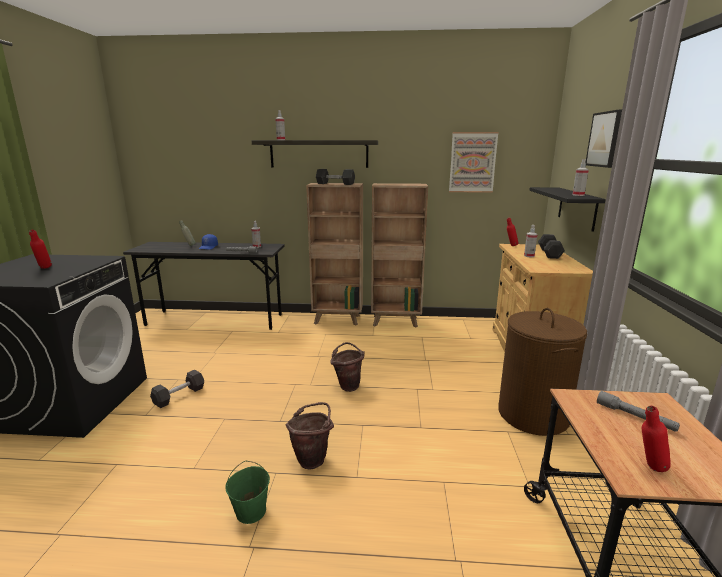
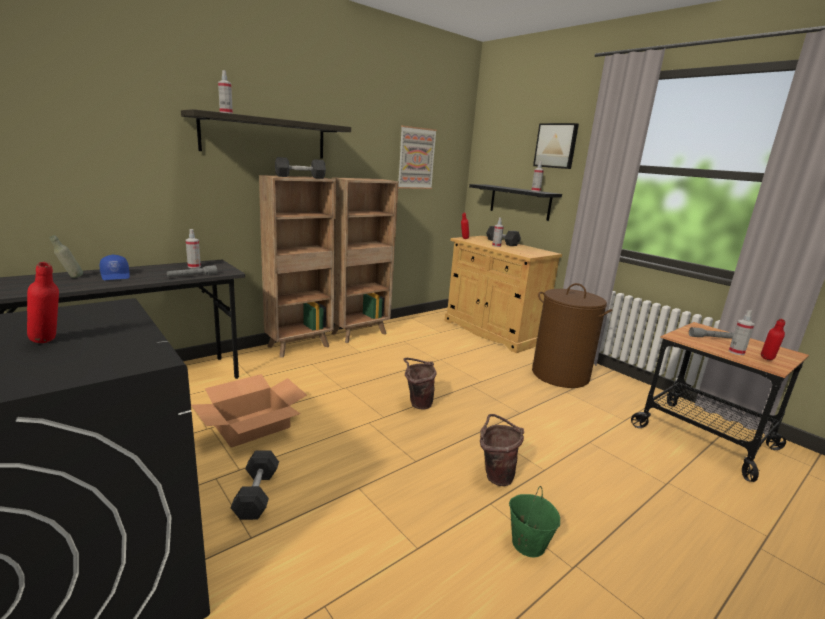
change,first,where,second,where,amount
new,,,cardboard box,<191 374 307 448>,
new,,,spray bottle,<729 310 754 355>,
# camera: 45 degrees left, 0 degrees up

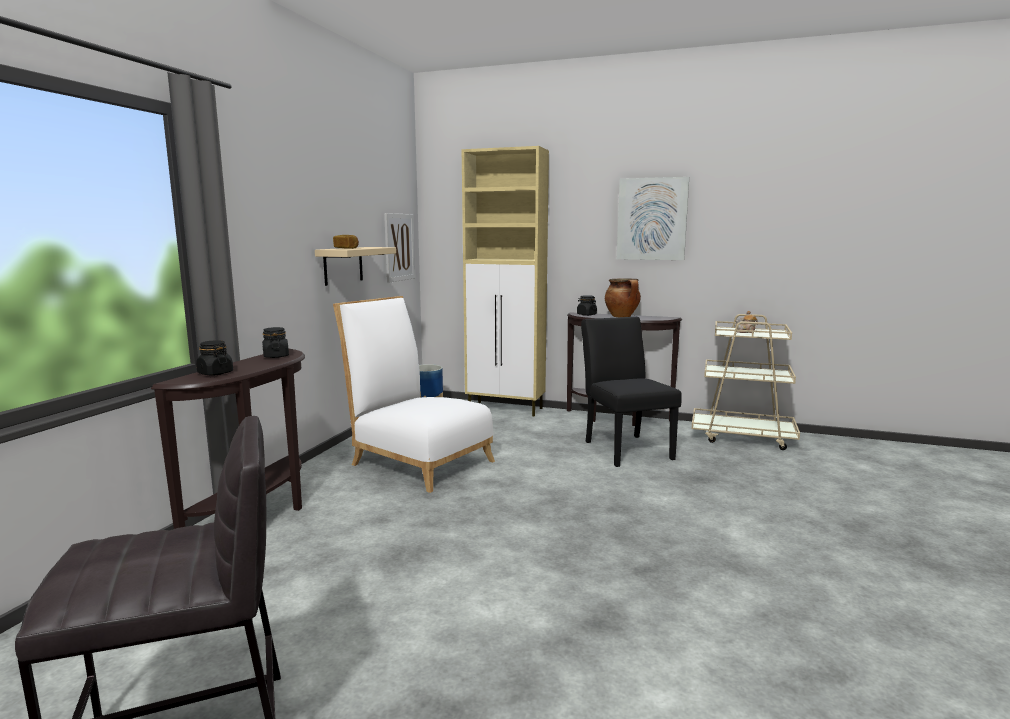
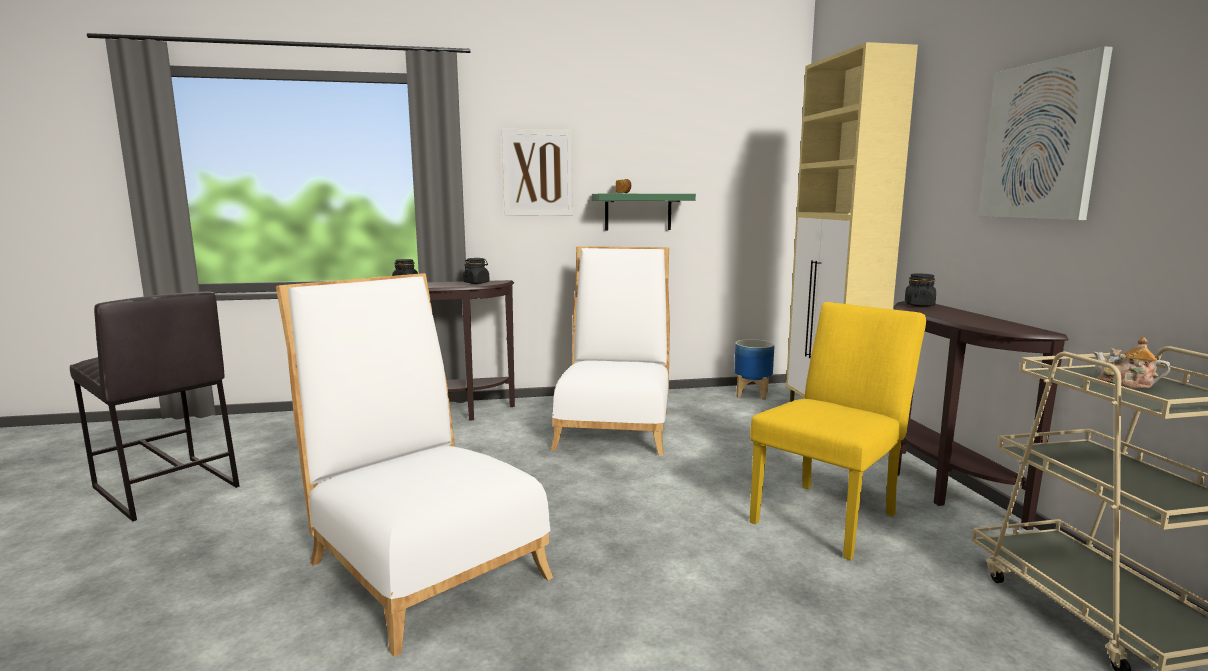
change,first,where,second,where,amount
new,,,white chair,<276 273 553 657>,
shifted,picture,<384 213 415 283>,,<502 129 573 216>,
repainted,beige shelf,<315 247 396 286>,green shelf,<592 194 696 231>,
repainted,black chair,<581 317 682 467>,yellow chair,<750 302 926 560>,
gone,cooking pot,<605 278 641 317>,,,
# camera: 60 degrees right, 0 degrees up

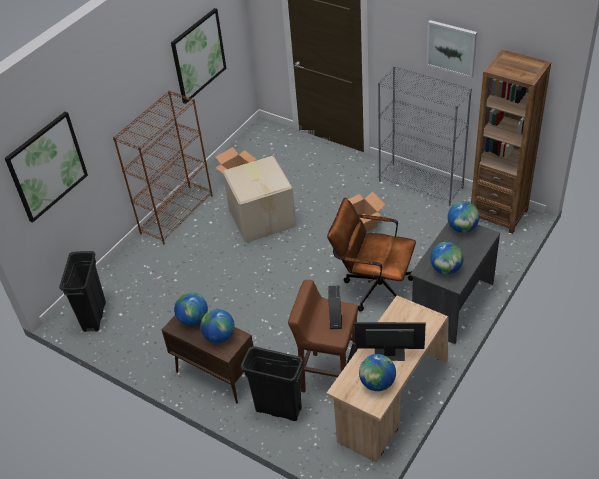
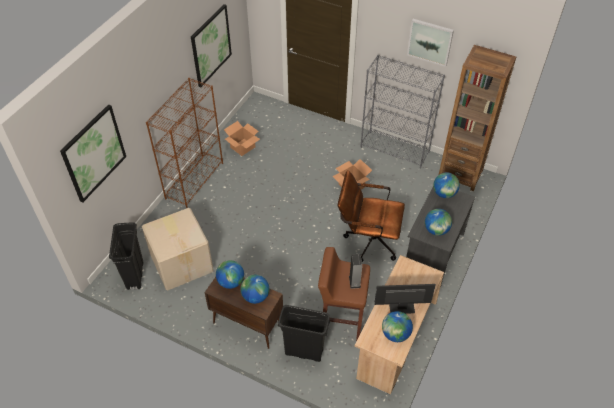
change,first,where,second,where,amount
shifted,cardboard box,<222 156 296 243>,,<142 208 214 290>,
# camera: 10 degrees left, 5 degrees up

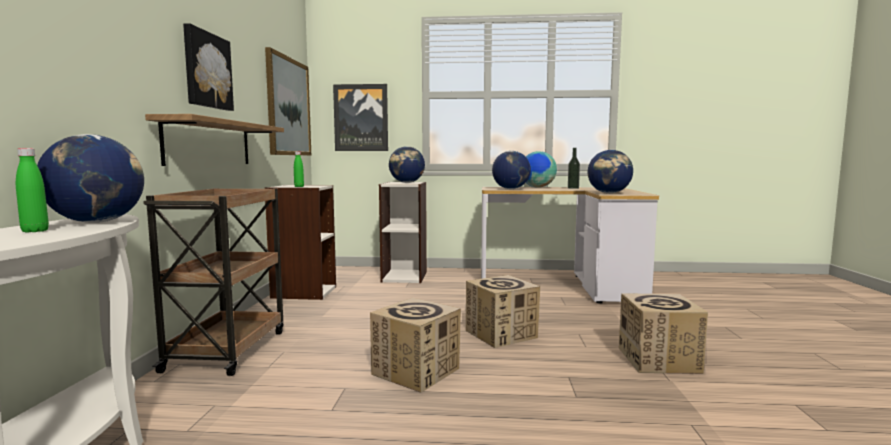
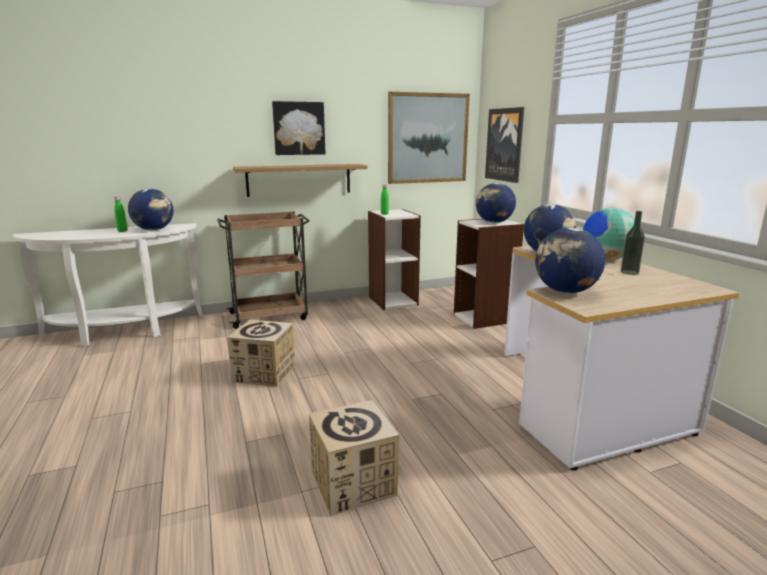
change,first,where,second,where,amount
gone,cardboard box,<466 275 540 348>,,,
# camera: 65 degrees right, 10 degrees up

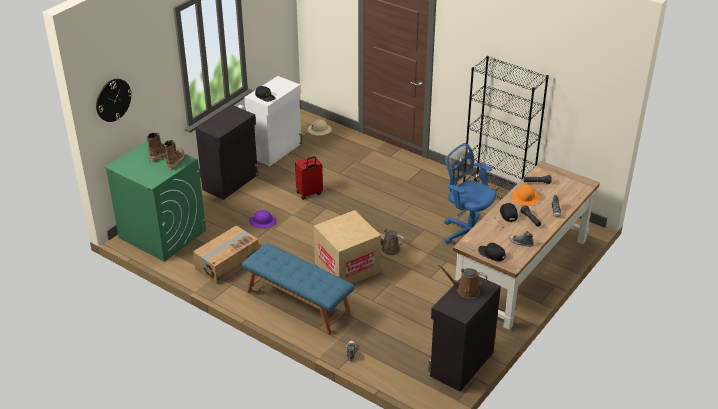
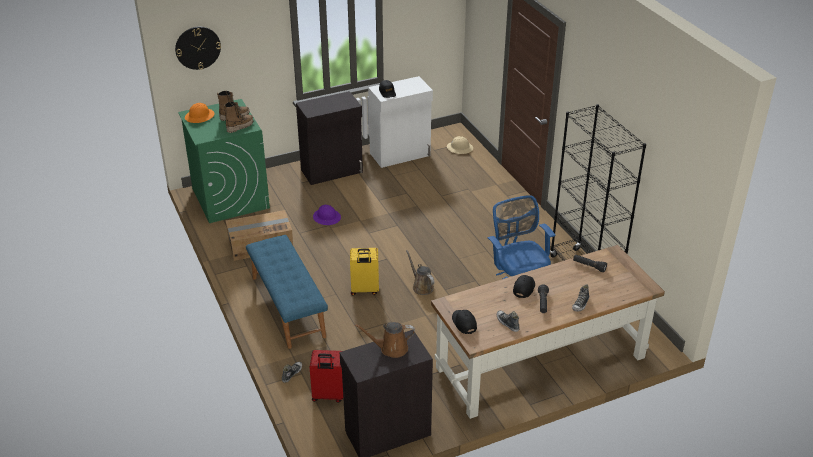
change,first,where,second,where,amount
shifted,orange hard hat,<512 184 540 206>,,<185 103 214 123>,
shifted,red suitcase,<295 156 323 200>,,<310 350 343 403>,
swapped,cardboard box,<314 210 381 284>,yellow suitcase,<350 248 379 295>,
rotated,brown watering can,<437 264 487 298>,,<354 322 415 358>,45 degrees counterclockwise
# camera: 30 degrees right, 0 degrees up

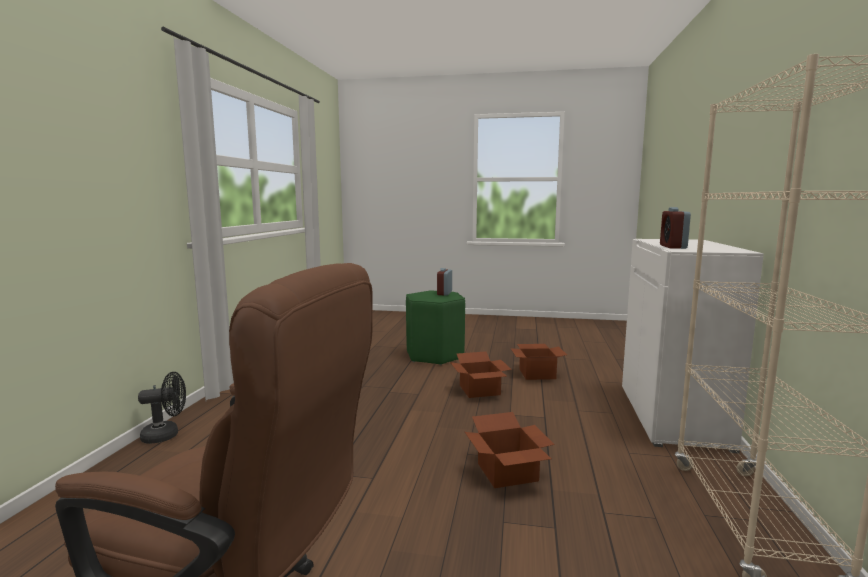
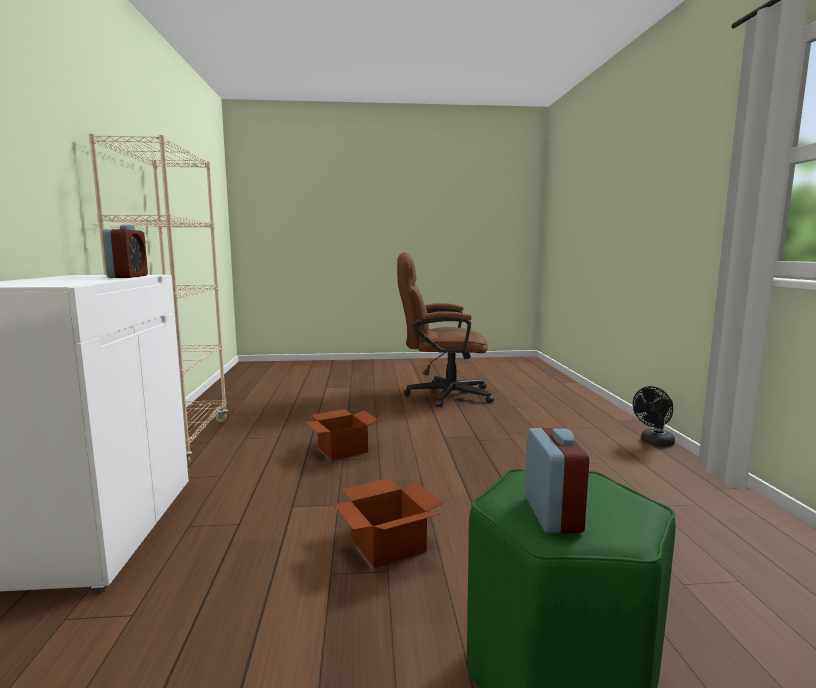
change,first,where,second,where,amount
gone,cardboard box,<510 344 567 380>,,,
# camera: 165 degrees right, 0 degrees up

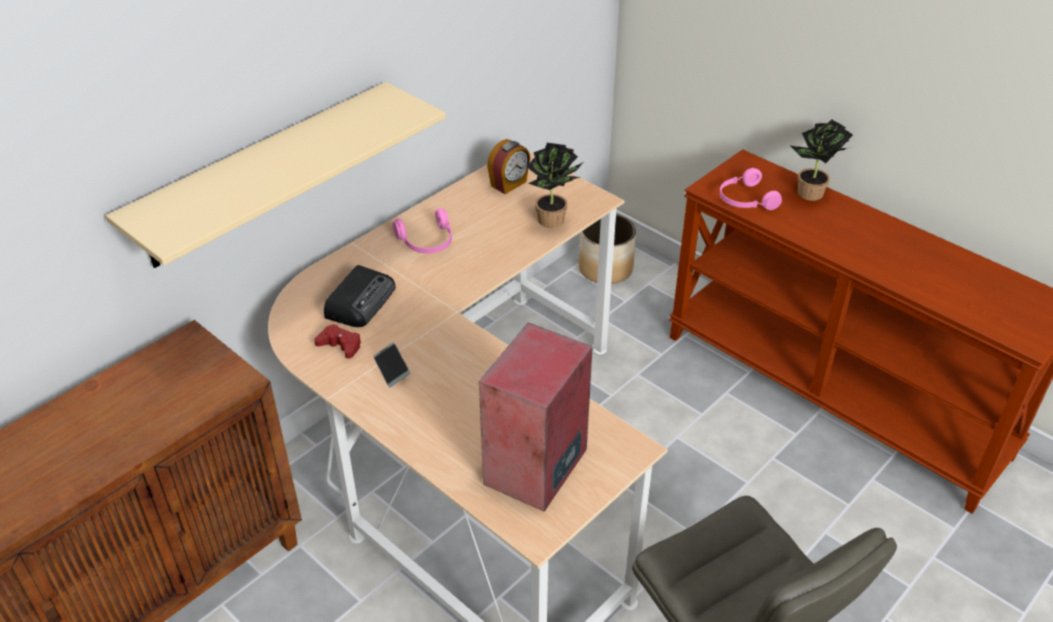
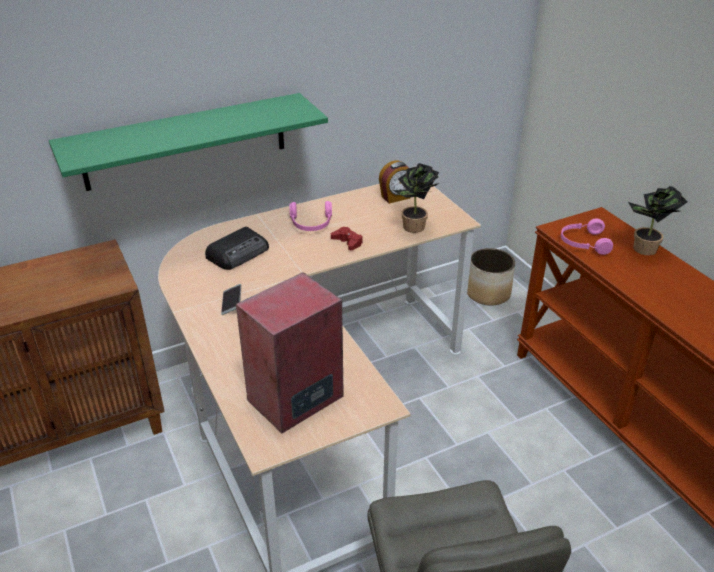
change,first,where,second,where,amount
repainted,beige shelf,<105 82 446 268>,green shelf,<49 93 328 191>,
shifted,red game controller,<314 324 361 359>,,<331 227 363 250>,
# camera: 20 degrees right, 5 degrees down

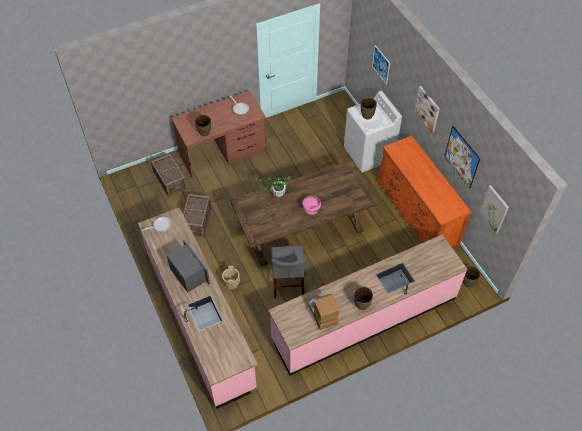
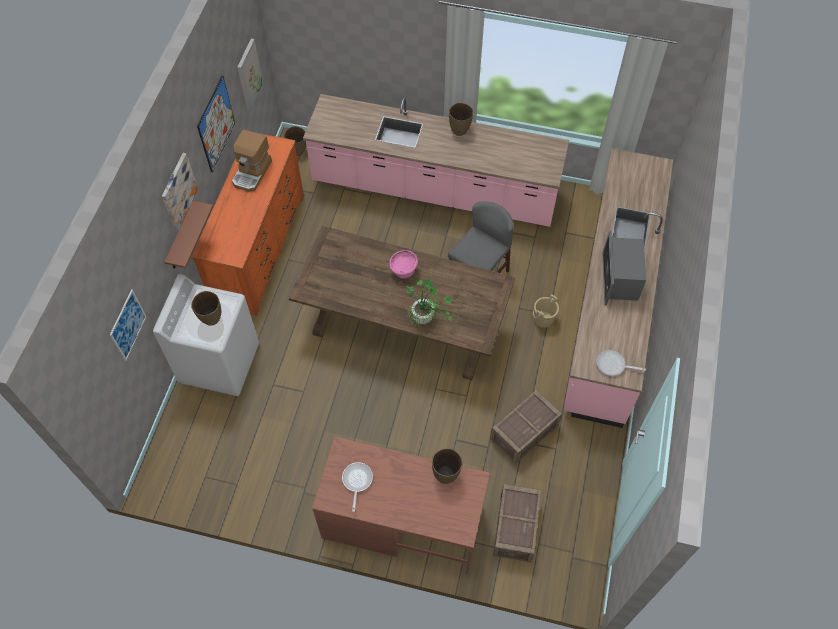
change,first,where,second,where,amount
new,,,brown shelf,<164 201 213 269>,
shifted,coffee machine,<309 293 339 330>,,<232 129 272 192>,
# camera: 140 degrees left, 5 degrees up

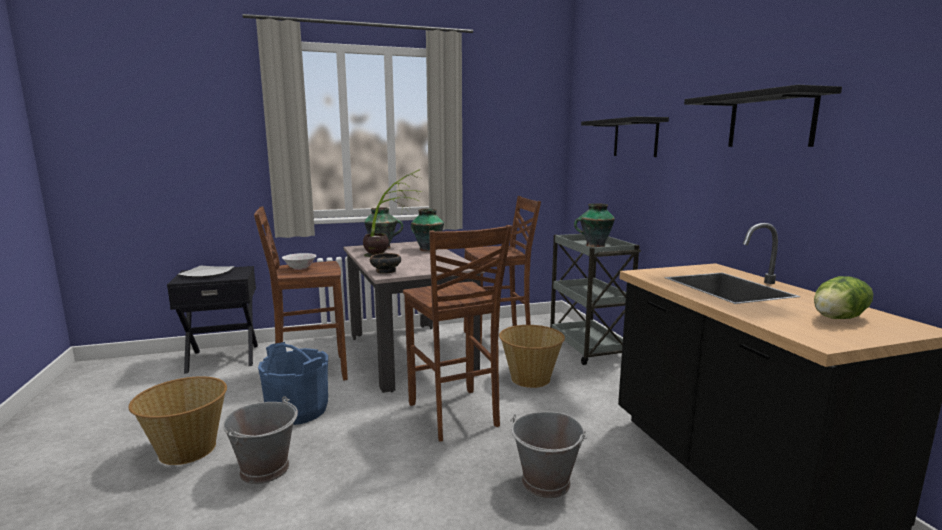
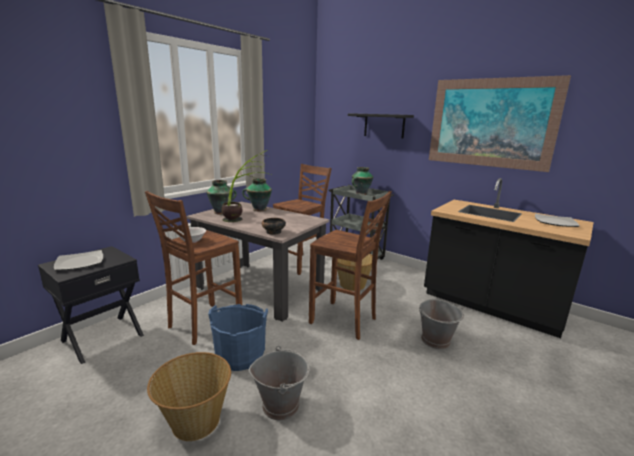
change,first,where,second,where,amount
swapped,black shelf,<684 85 842 147>,picture,<429 75 571 172>,
swapped,lettuce,<814 276 873 319>,plate,<535 213 580 227>,
# camera: 35 degrees left, 5 degrees up

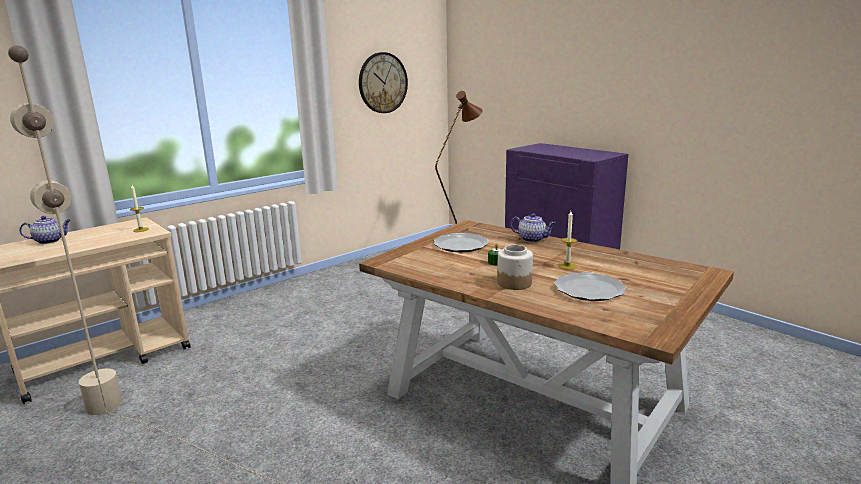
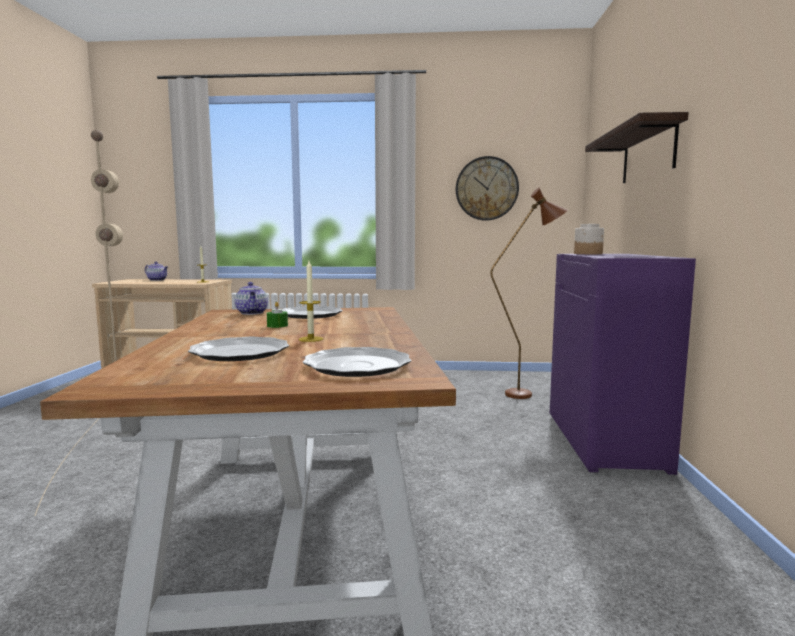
change,first,where,second,where,amount
shifted,teapot,<510 213 556 242>,,<235 282 268 315>,
new,,,plate,<302 347 412 377>,
shifted,jar,<497 245 533 290>,,<574 224 604 254>,
new,,,shelf,<585 112 689 183>,
# camera: 45 degrees right, 10 degrees down

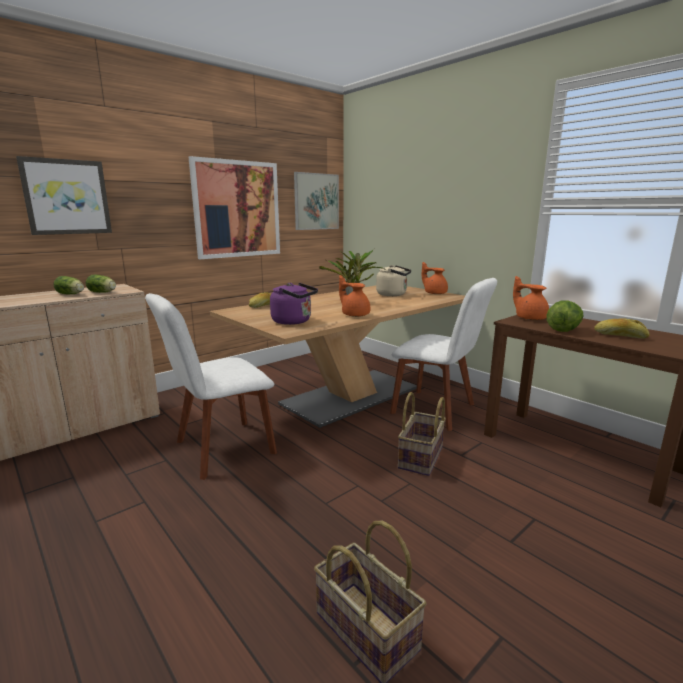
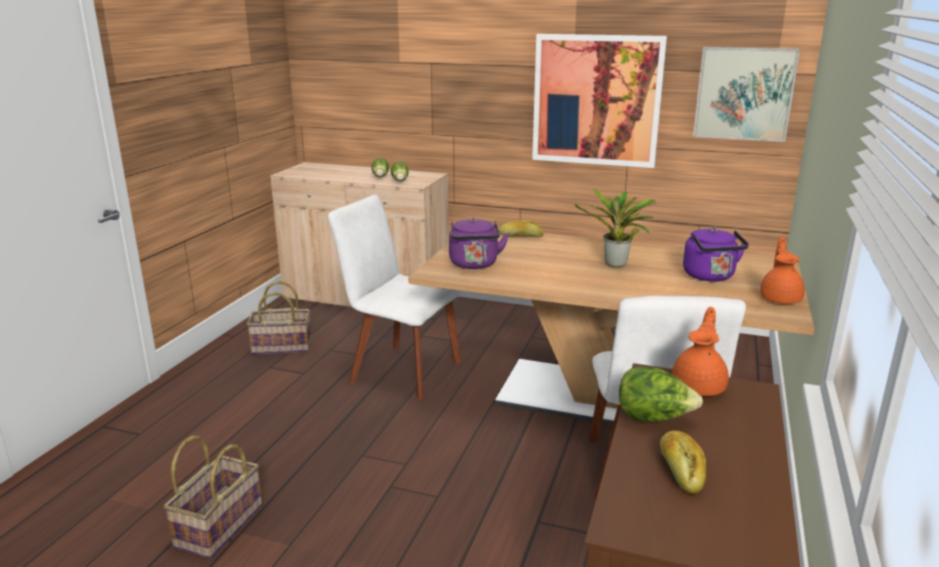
change,first,where,second,where,amount
shifted,basket,<398 392 446 476>,,<247 281 312 354>,
repainted,beige kettle,<376 265 411 296>,purple kettle,<683 228 749 281>,
gone,picture,<16 156 112 235>,,,
gone,orange teapot,<339 275 370 317>,,,
# camera: 60 degrees right, 5 degrees up

